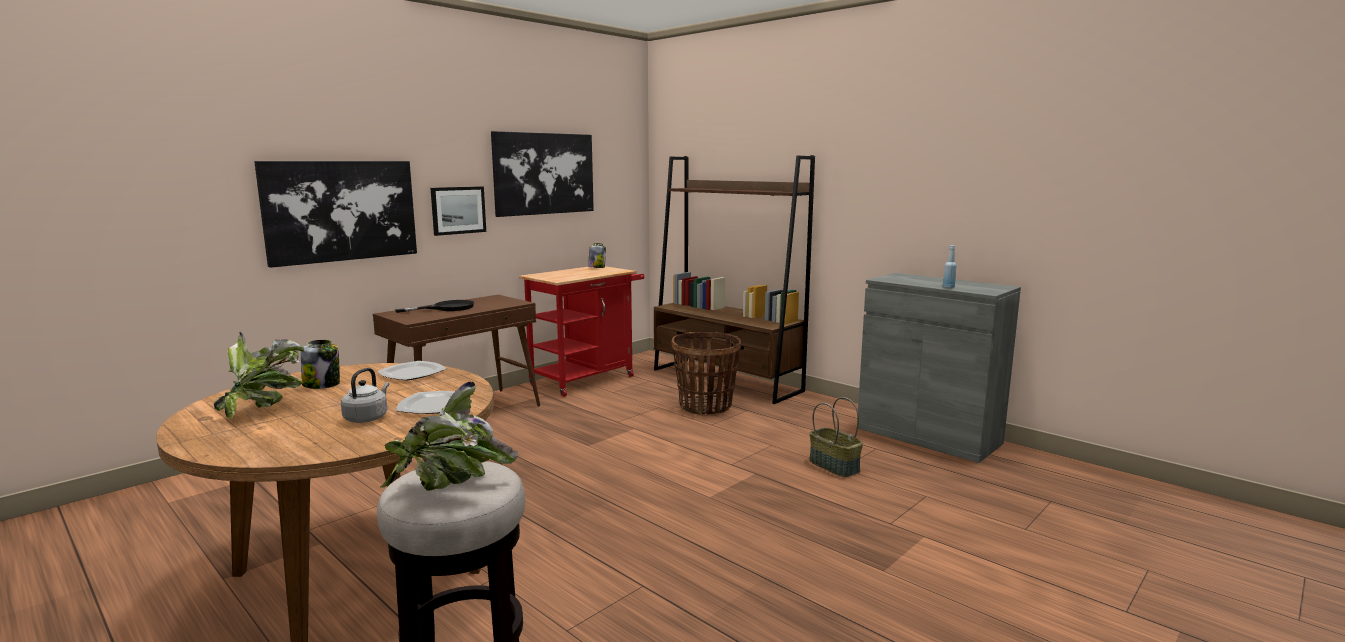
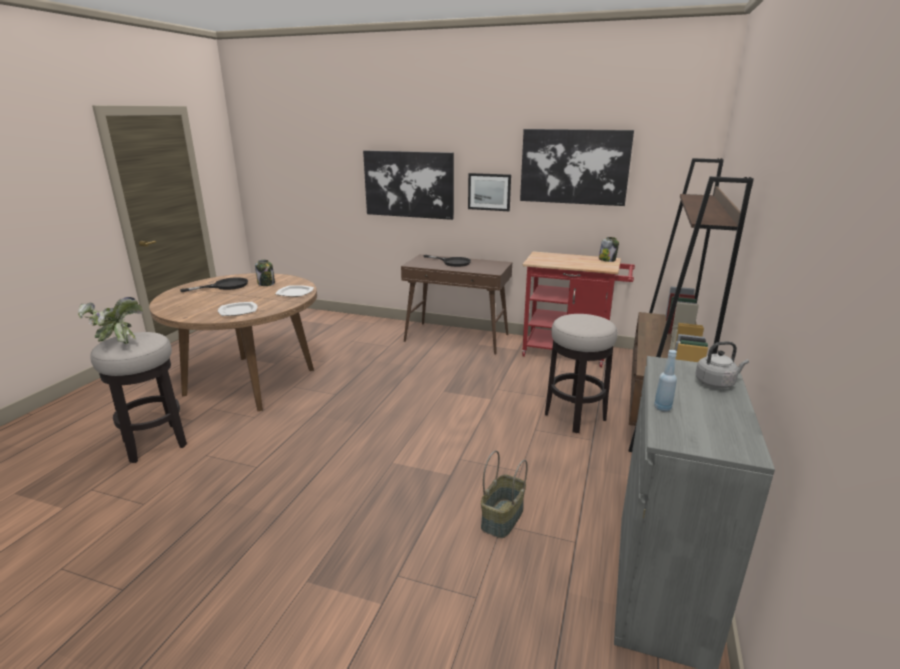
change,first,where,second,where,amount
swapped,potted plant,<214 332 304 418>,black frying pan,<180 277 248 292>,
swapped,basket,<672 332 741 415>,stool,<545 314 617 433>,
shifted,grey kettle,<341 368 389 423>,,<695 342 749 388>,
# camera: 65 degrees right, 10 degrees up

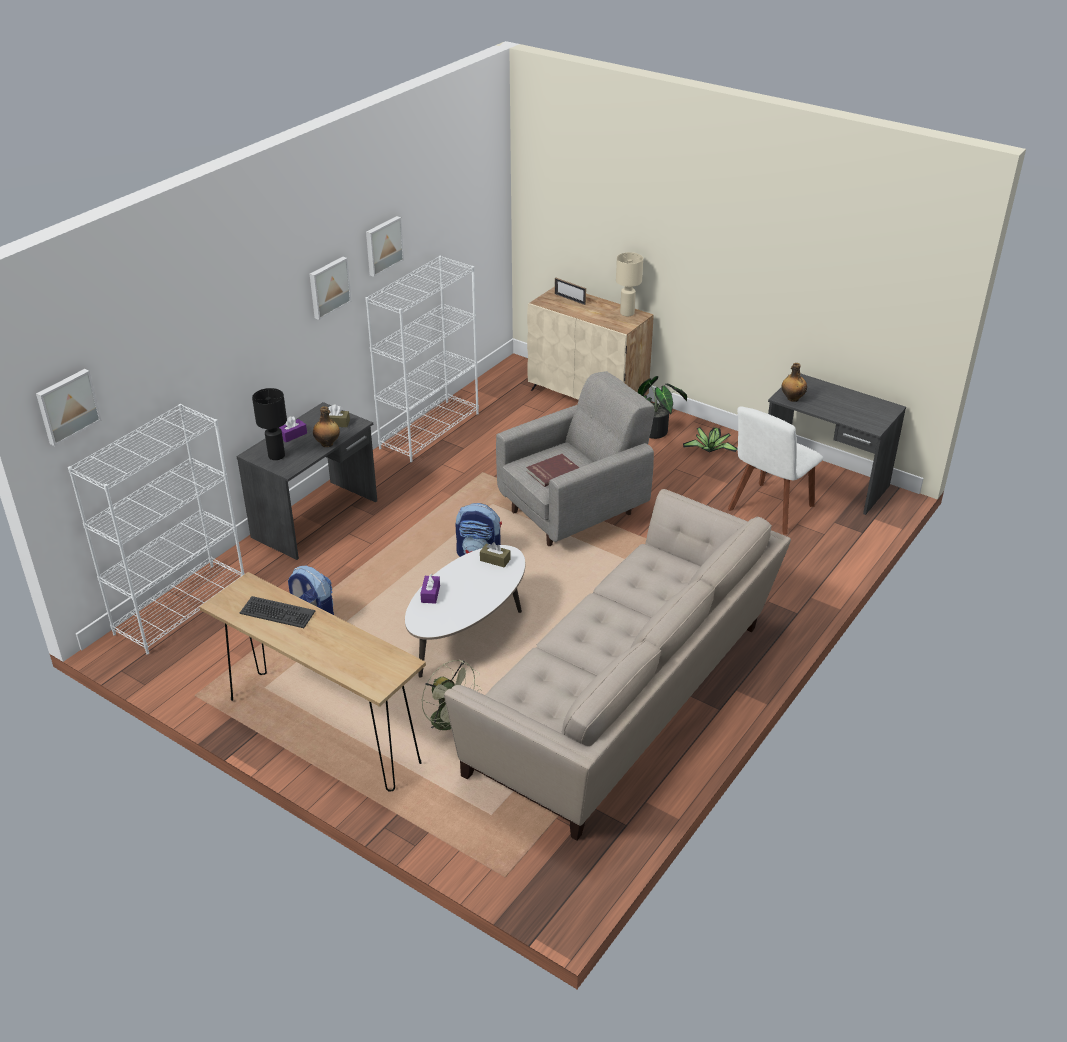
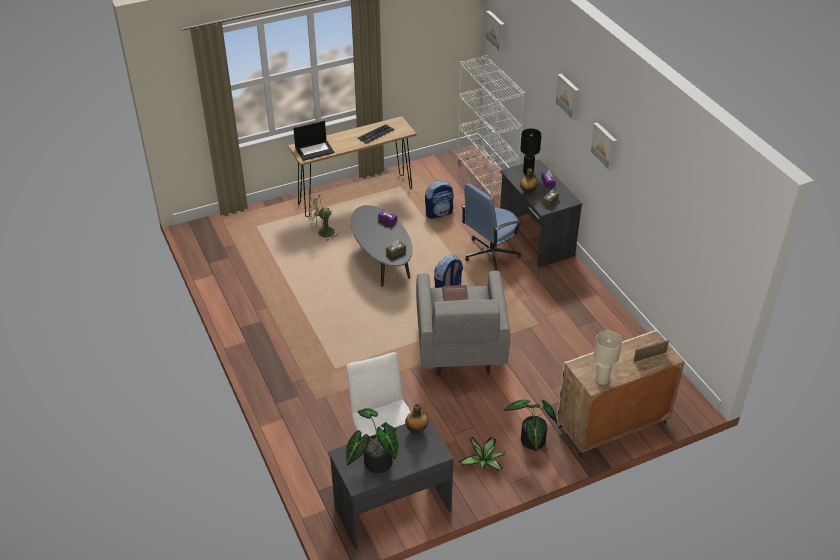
change,first,where,second,where,amount
new,,,laptop,<293 121 335 161>,
new,,,potted plant,<346 408 399 473>,
repainted,white coffee table,<405 545 525 678>,black coffee table,<351 205 412 287>,
new,,,blue office chair,<461 183 522 271>,
shifted,picture,<366 216 404 277>,,<555 74 579 120>,
gone,white bookcase,<365 256 479 462>,,,
gone,beige sofa,<444 489 791 840>,,,
# camera: 120 degrees right, 5 degrees up

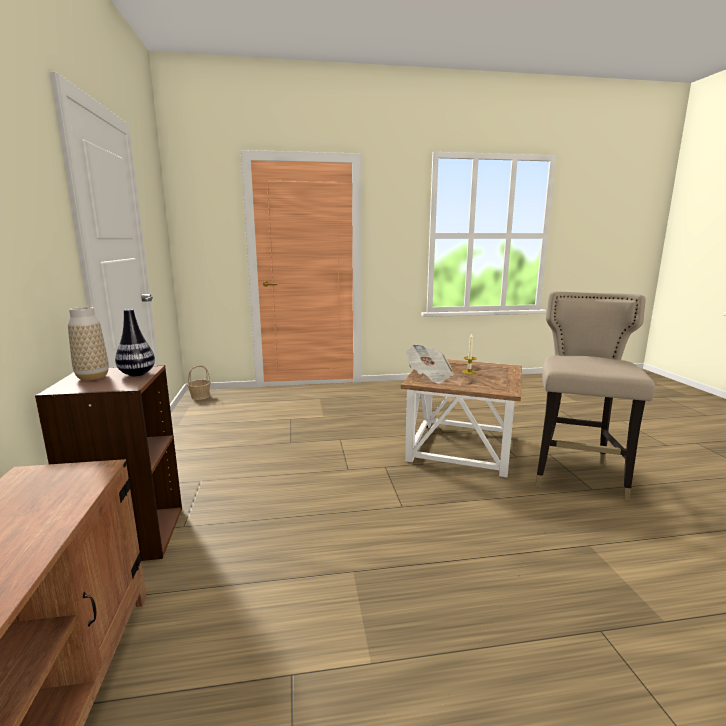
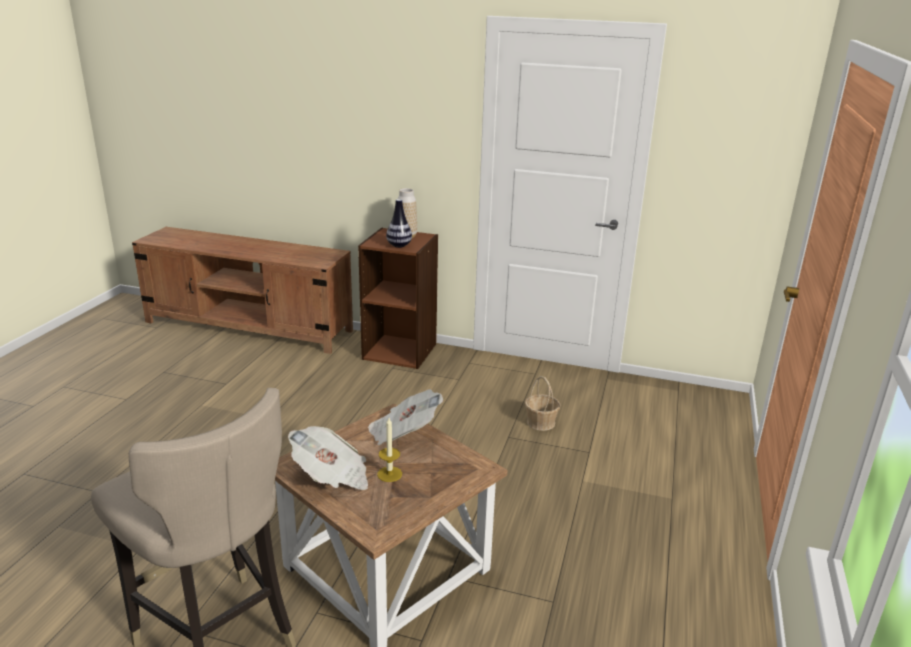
change,first,where,second,where,amount
new,,,newspaper,<288 426 368 490>,
shifted,basket,<187 365 211 400>,,<525 376 560 431>,
# camera: 115 degrees right, 10 degrees up

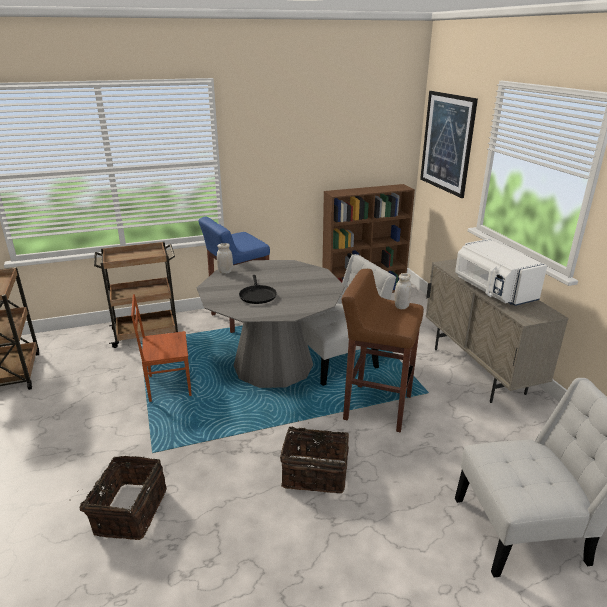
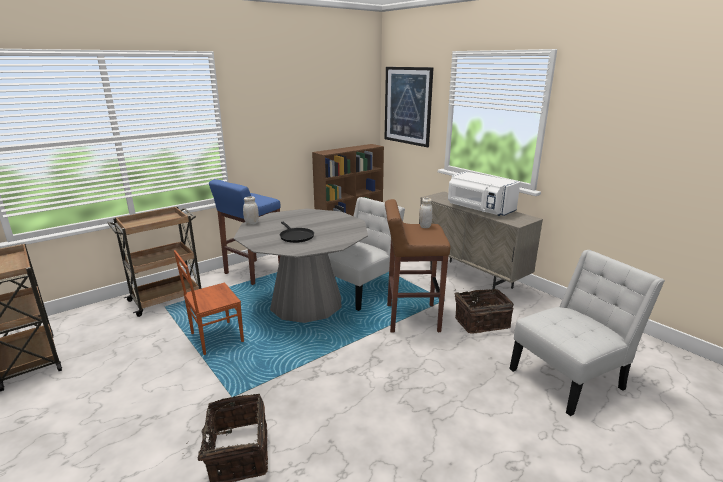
change,first,where,second,where,amount
shifted,basket,<280 420 349 493>,,<455 289 514 334>,
# camera: 20 degrees left, 5 degrees down

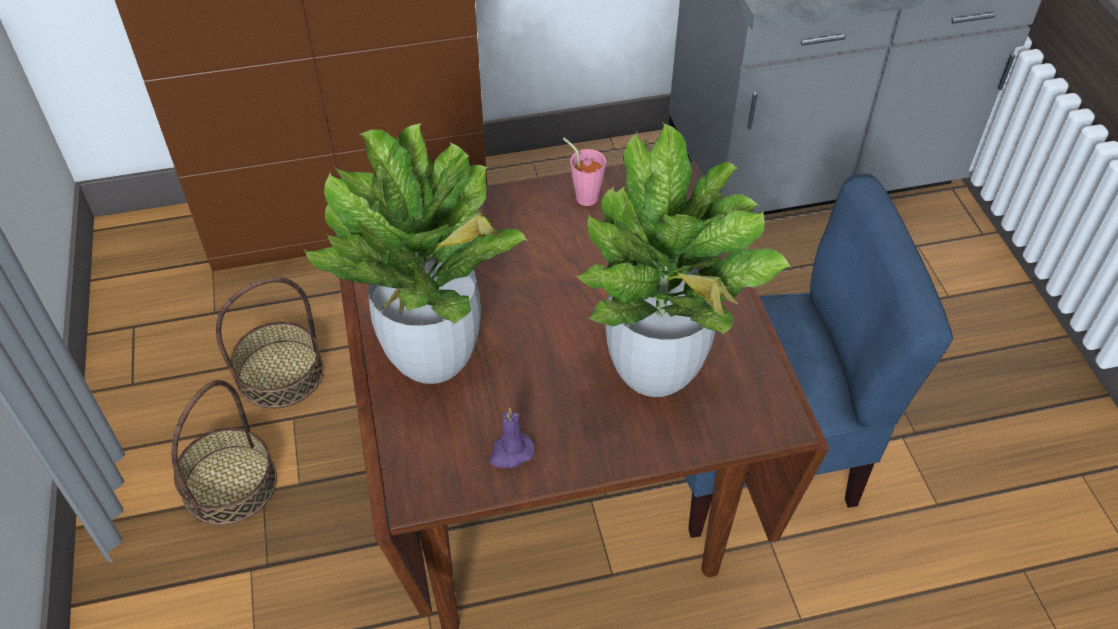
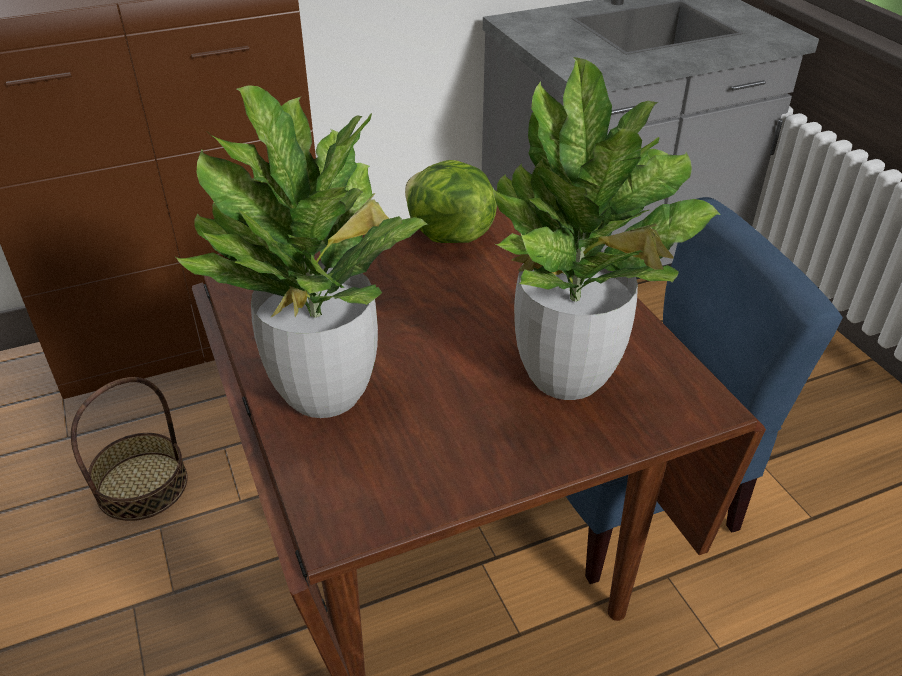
change,first,where,second,where,amount
swapped,pink cup,<563 138 606 206>,lettuce,<405 160 497 243>,
gone,basket,<171 380 277 525>,,,
gone,purple candle,<489 407 535 468>,,,
# camera: 10 degrees left, 10 degrees down

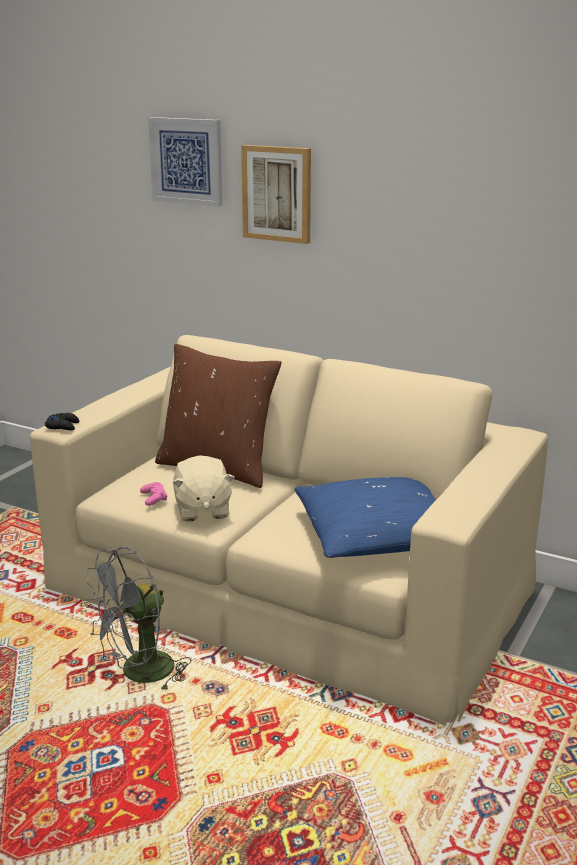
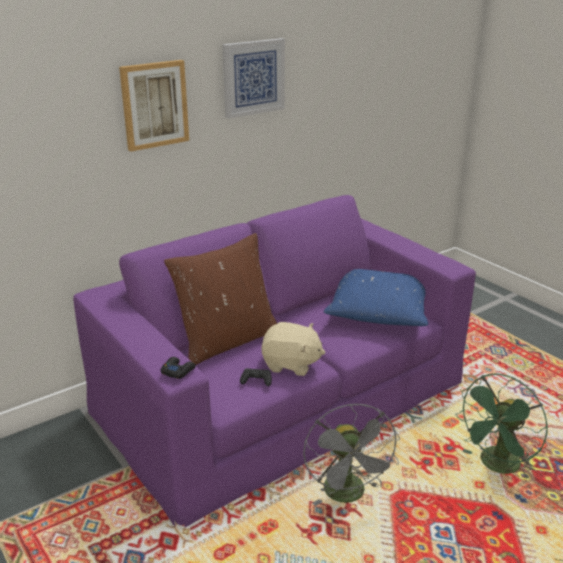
change,first,where,second,where,amount
repainted,beige sofa,<30 335 548 726>,purple sofa,<73 195 476 527>,
shifted,picture,<148 117 222 207>,,<223 38 285 119>,
repainted,pink game controller,<140 482 167 506>,black game controller,<240 368 272 386>,
new,,,green fan,<455 374 548 480>,
# camera: 65 degrees left, 5 degrees up

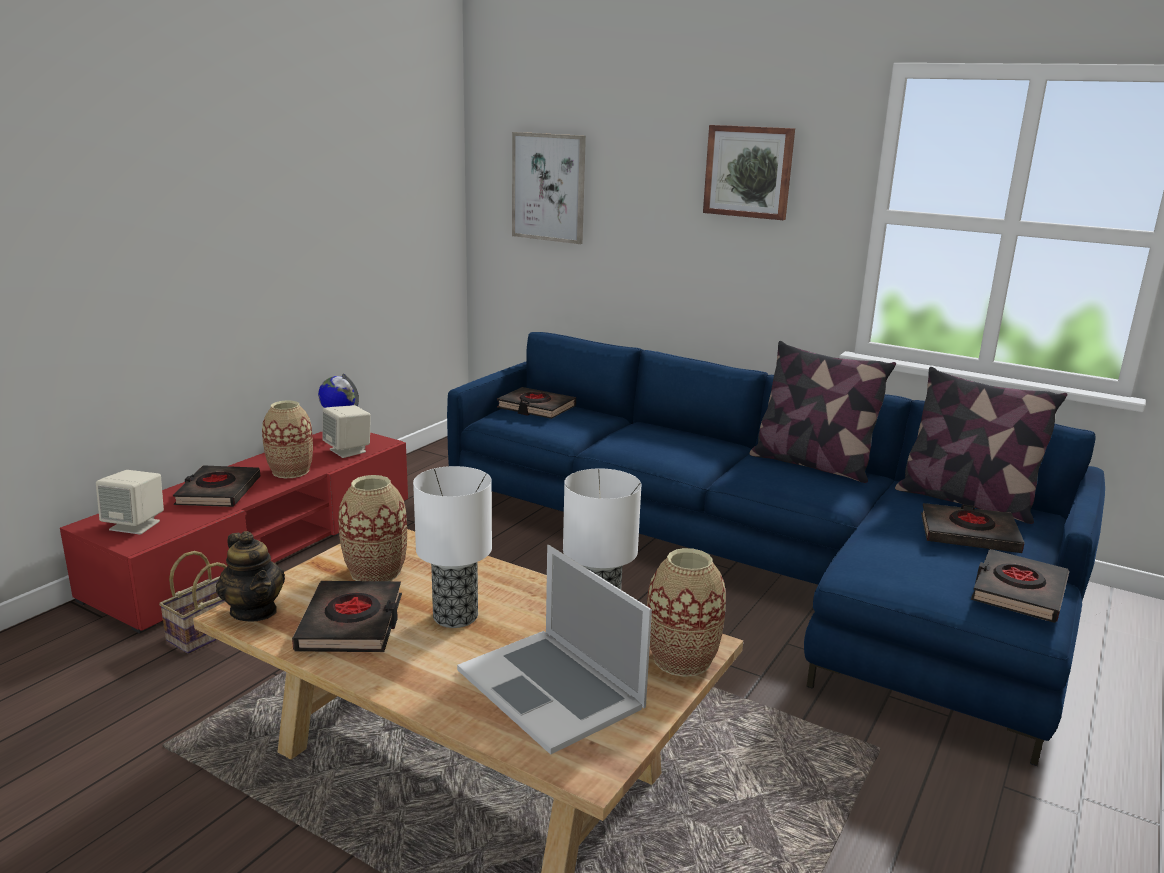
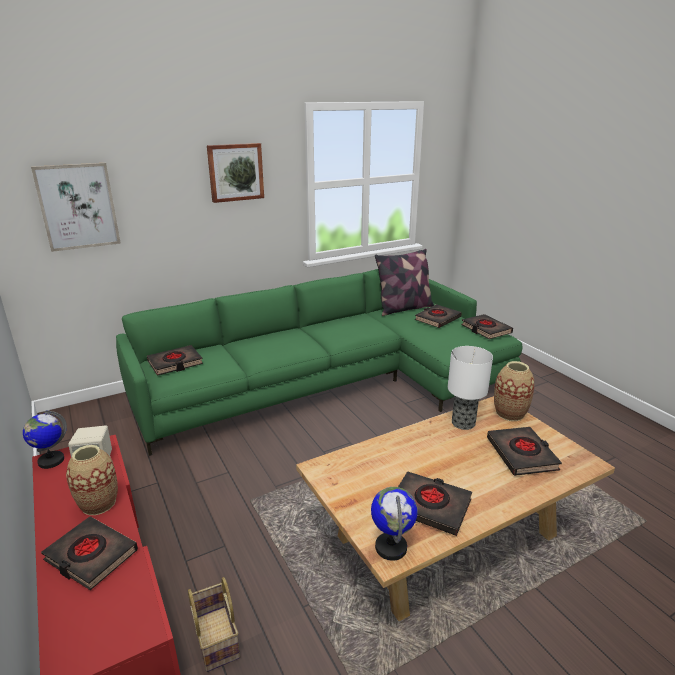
change,first,where,second,where,amount
repainted,blue sofa,<447 332 1105 766>,green sofa,<116 269 523 456>,
swapped,teapot,<216 531 285 621>,globe,<371 487 418 561>,
swapped,laptop,<457 545 652 755>,black book,<487 427 562 476>,
gone,beige speaker,<96 470 164 535>,,,
gone,vase,<338 475 407 581>,,,
gone,table lamp,<413 466 492 628>,,,
gone,pillow,<749 341 896 483>,,,
# camera: 60 degrees left, 5 degrees up

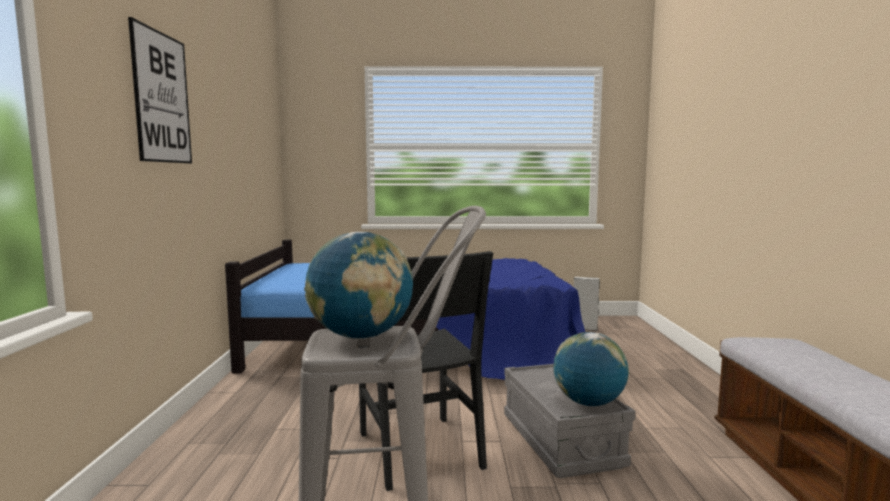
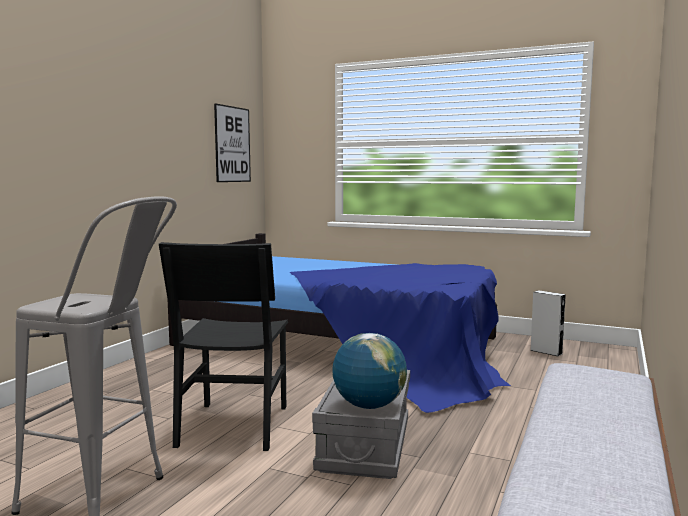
change,first,where,second,where,amount
shifted,picture,<128 17 192 163>,,<214 103 251 182>,
gone,globe,<304 232 413 339>,,,
# camera: 25 degrees right, 0 degrees up

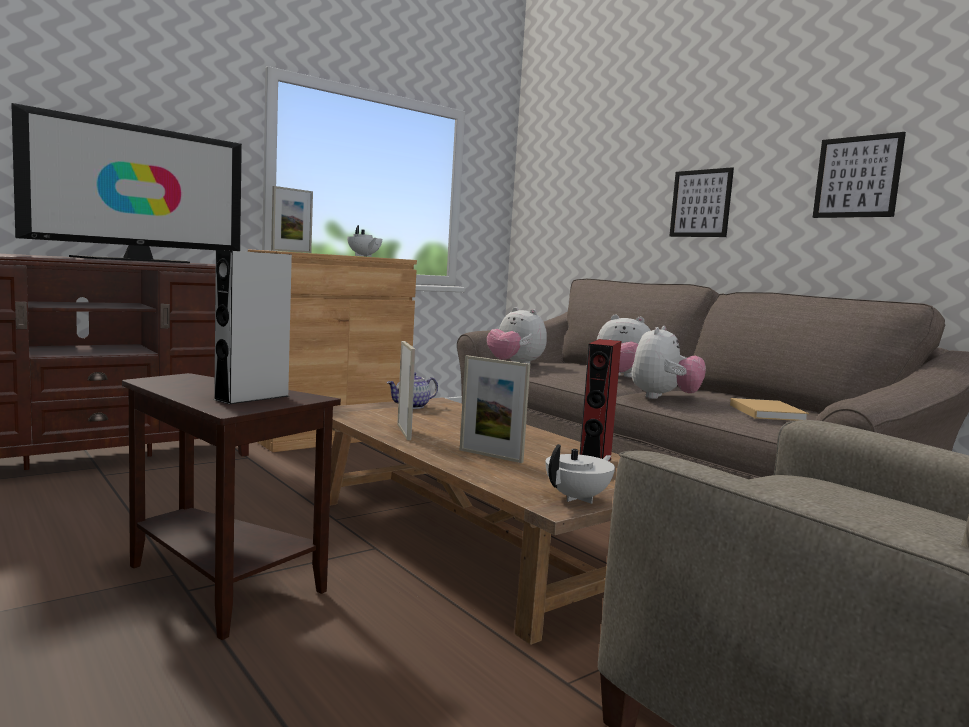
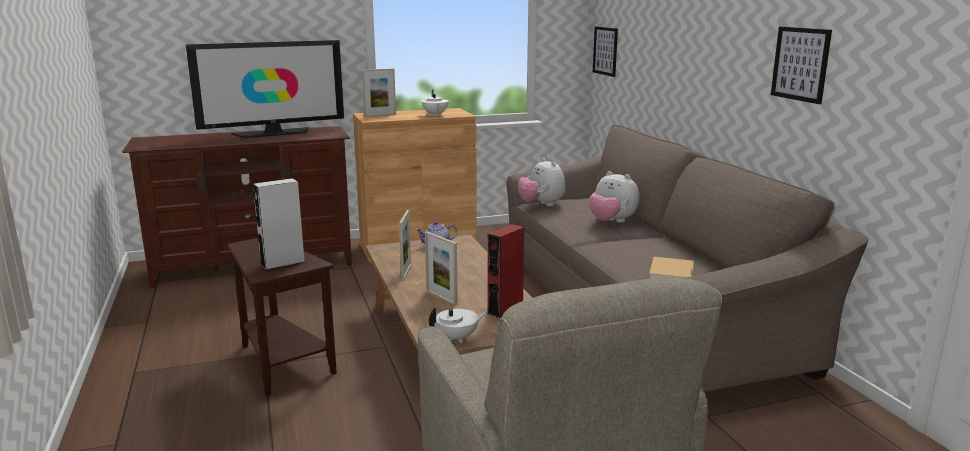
change,first,where,second,where,amount
shifted,picture,<669 167 734 237>,,<593 27 618 77>,
gone,plush toy,<632 326 706 399>,,,
# camera: 20 degrees right, 10 degrees up

